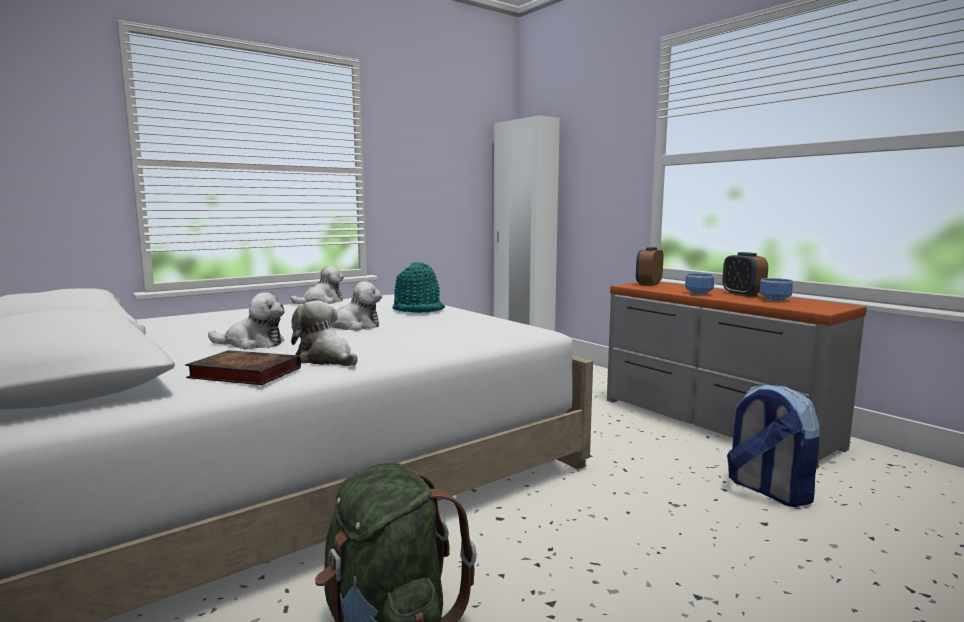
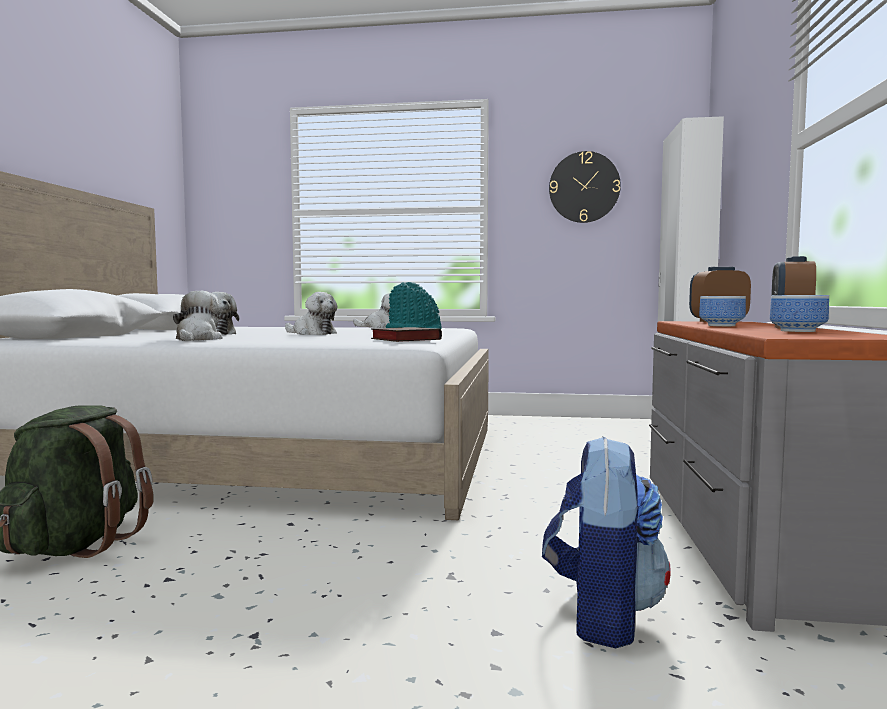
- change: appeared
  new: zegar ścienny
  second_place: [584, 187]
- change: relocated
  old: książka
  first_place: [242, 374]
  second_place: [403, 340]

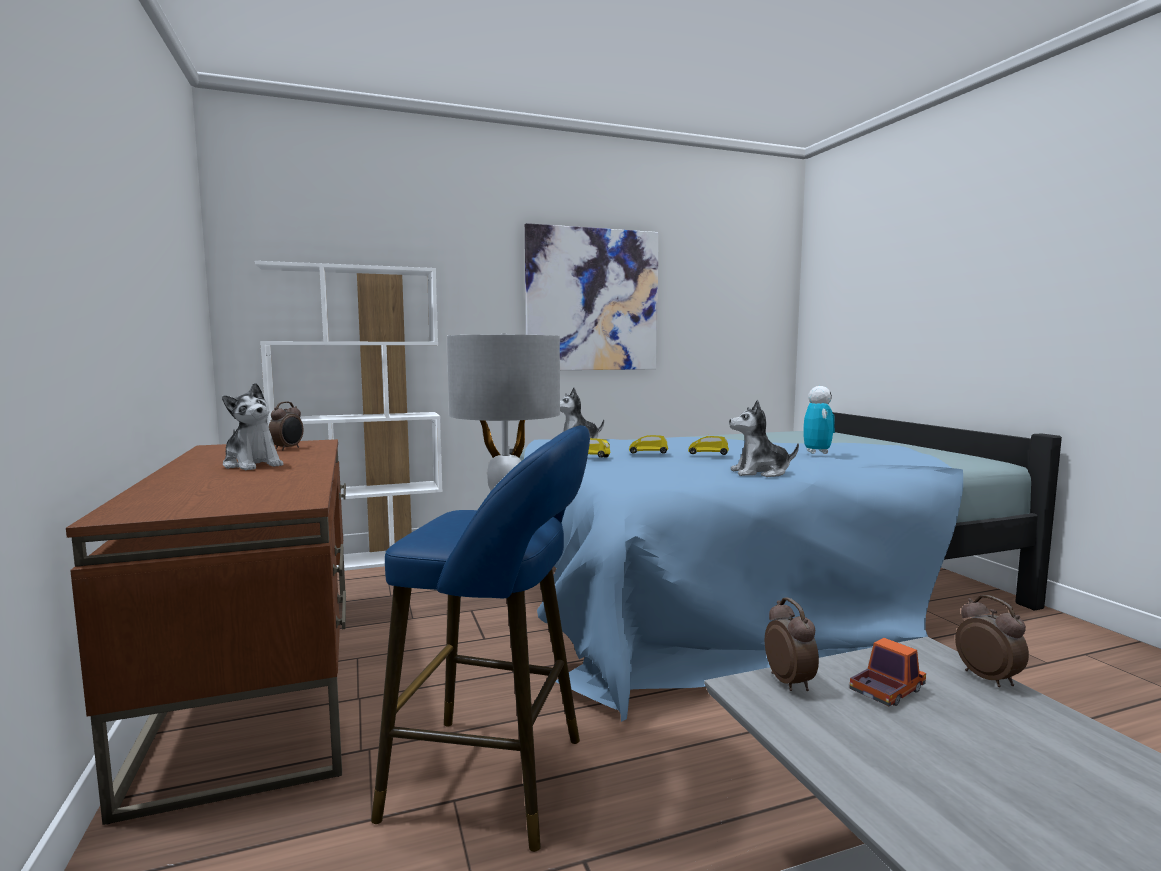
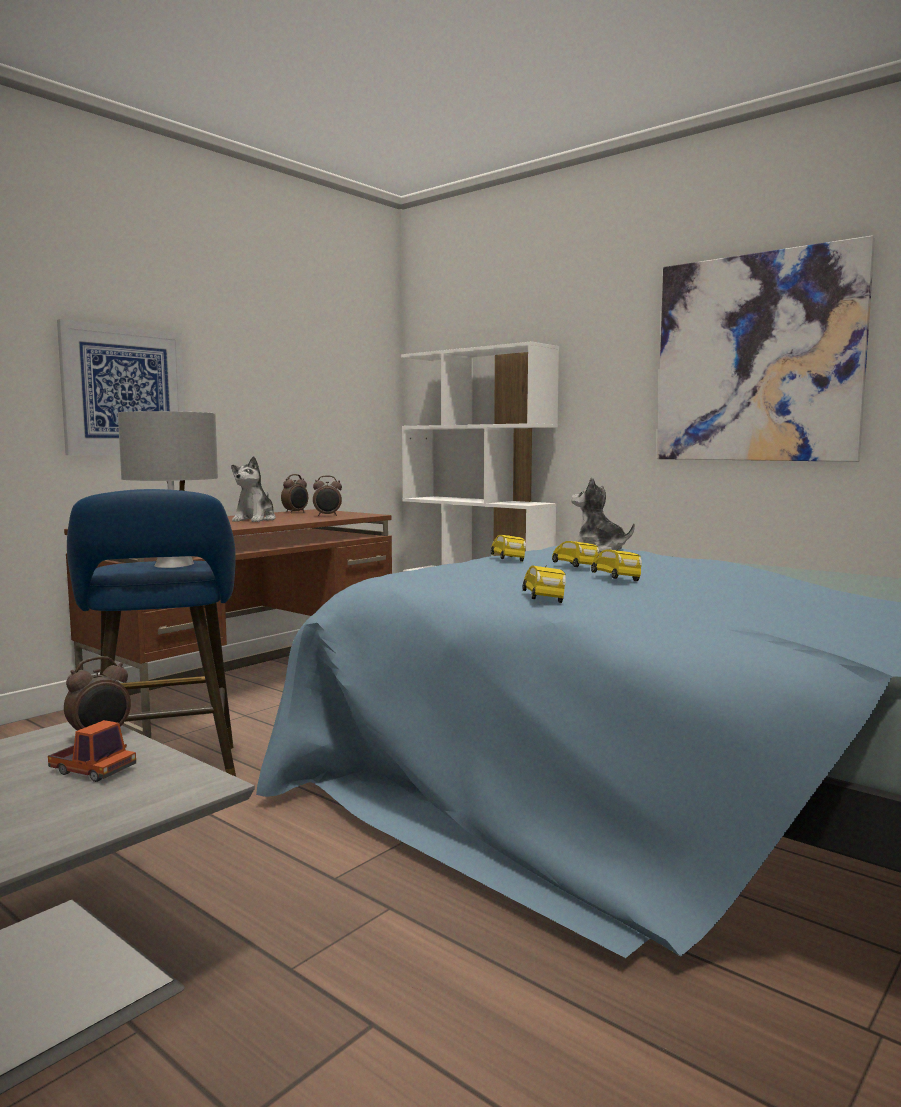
- change: missing
  old: robot zabawkowy
  first_place: [817, 452]
- change: appeared
  new: obraz
  second_place: [124, 391]
- change: relocated
  old: budzik
  first_place: [988, 678]
  second_place: [295, 512]
- change: exchanged
  old: pluszak
  new: samochodzik/żółty
  first_place: [760, 473]
  second_place: [544, 599]

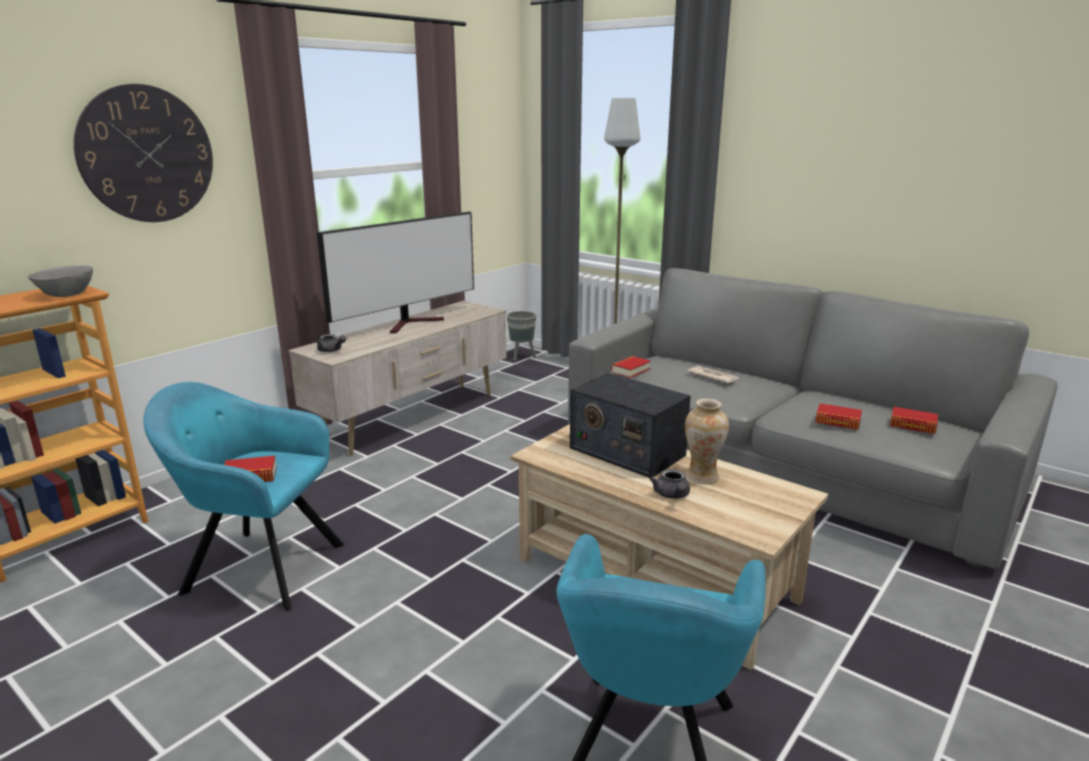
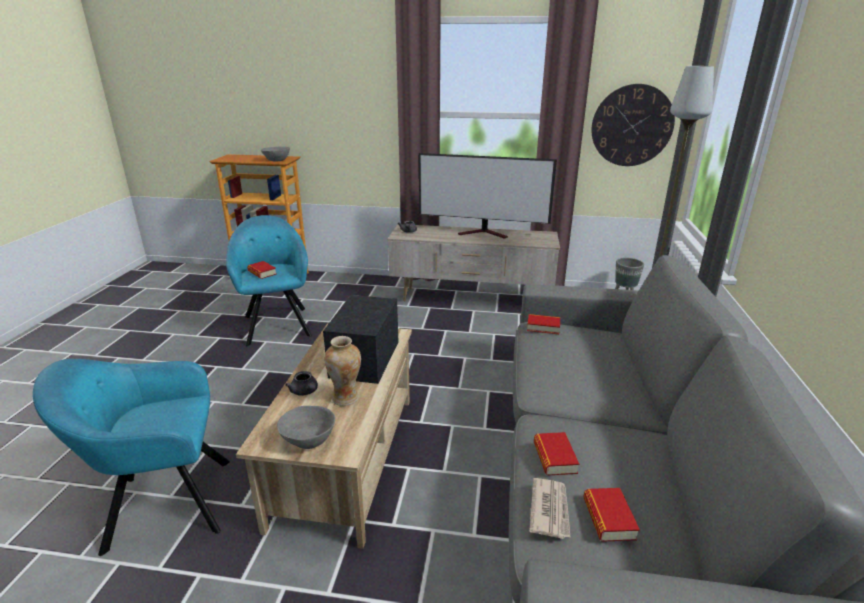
- change: appeared
  new: miska/szary
  second_place: [309, 440]
- change: relocated
  old: zegar ścienny
  first_place: [146, 154]
  second_place: [632, 126]
- change: relocated
  old: gazeta
  first_place: [712, 377]
  second_place: [550, 509]
- change: spun
  old: imbryk/szary
  first_place: [672, 495]
  second_place: [305, 392]
  degrees: -90

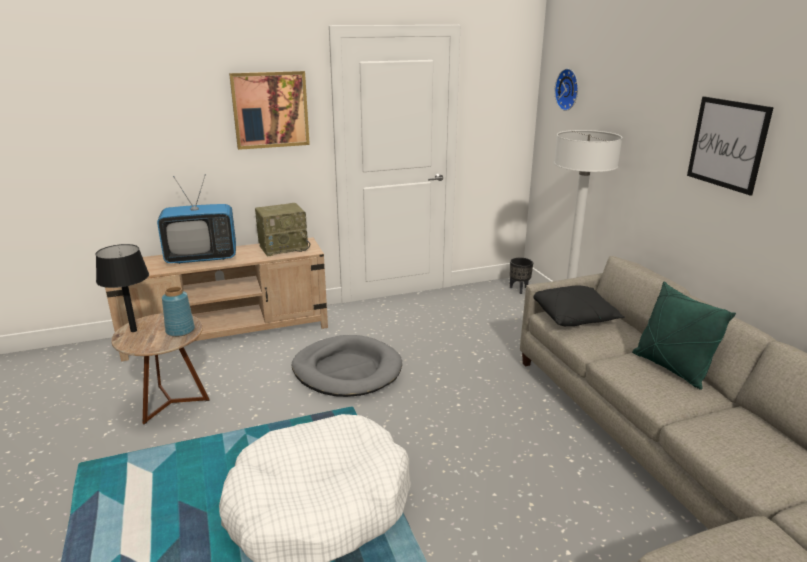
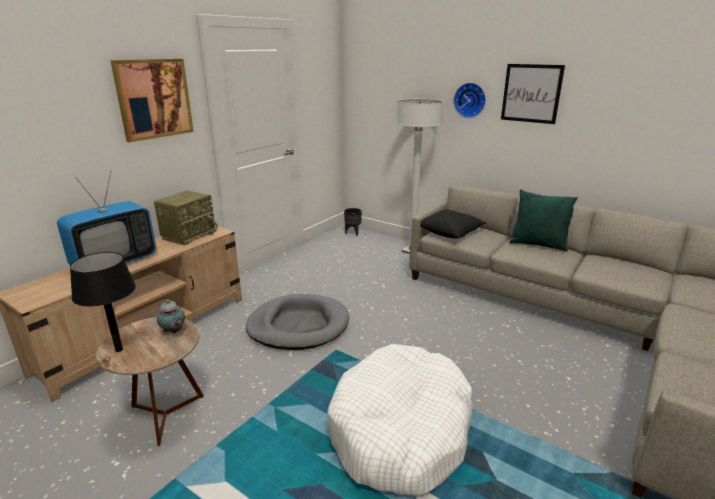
- change: relocated
  old: zegar ścienny
  first_place: [569, 89]
  second_place: [470, 100]
- change: exchanged
  old: wazon/niebieski
  new: imbryk
  first_place: [180, 330]
  second_place: [173, 332]

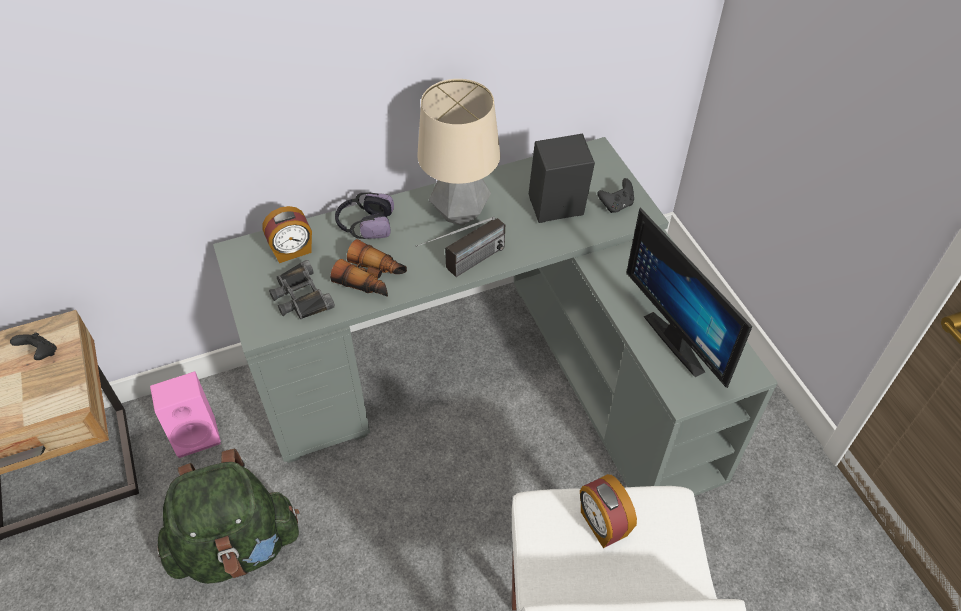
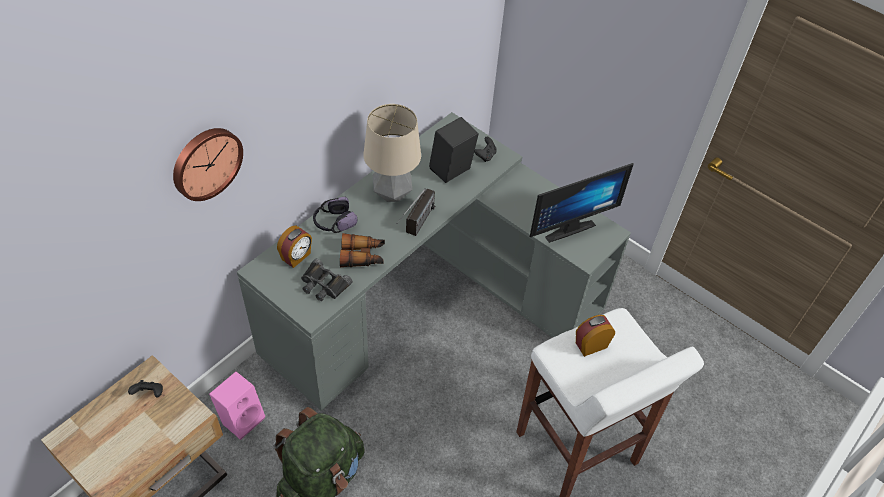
- change: appeared
  new: zegar ścienny
  second_place: [205, 162]
- change: spun
  old: budzik
  first_place: [602, 524]
  second_place: [590, 344]
  degrees: 120
- change: spun
  old: monitor
  first_place: [681, 339]
  second_place: [567, 226]
  degrees: -60

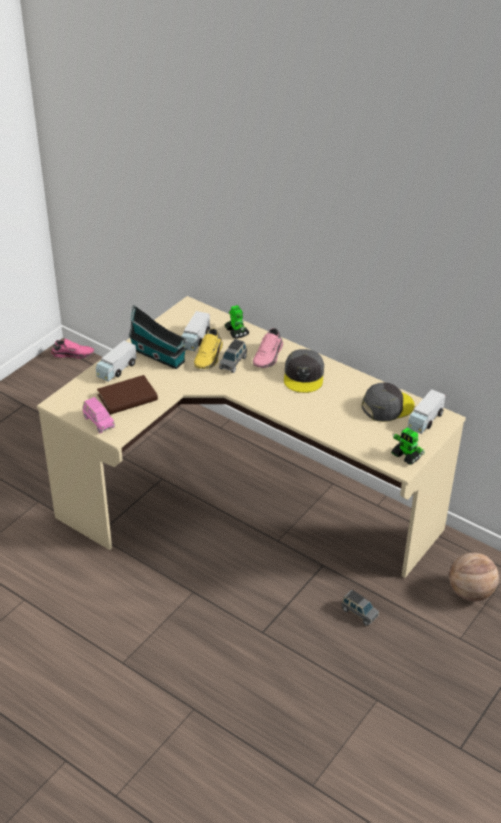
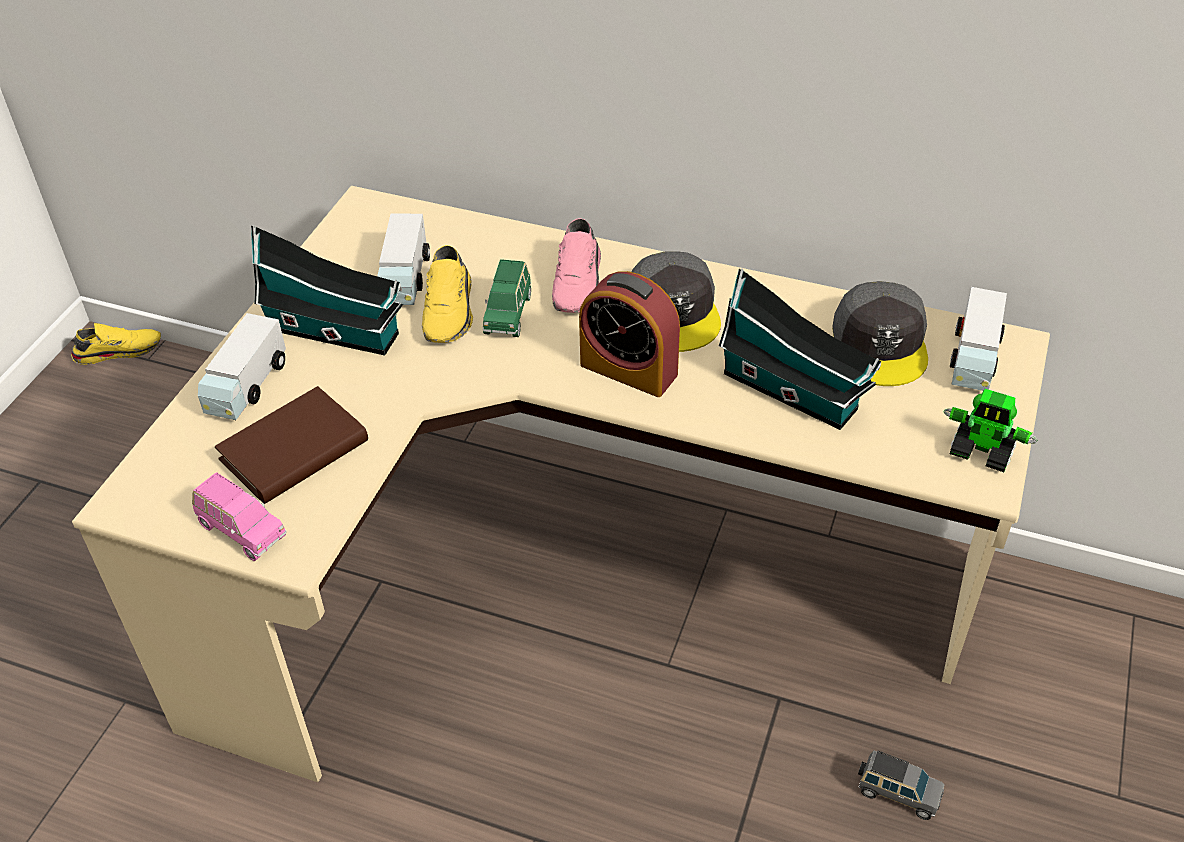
- change: missing
  old: robot zabawkowy
  first_place: [236, 331]
- change: missing
  old: piłka do koszykówki
  first_place: [470, 592]
- change: appeared
  new: budzik
  second_place: [628, 369]
- change: appeared
  new: domek
  second_place: [794, 393]
- change: colour
  old: but/różowy
  new: but/żółty
  first_place: [73, 354]
  second_place: [119, 350]
- change: colour
  old: samochodzik/szary
  new: samochodzik/zielony
  first_place: [233, 363]
  second_place: [508, 314]
- change: spun
  old: czapka z daszkiem/szary
  first_place: [387, 406]
  second_place: [880, 344]
  degrees: 135

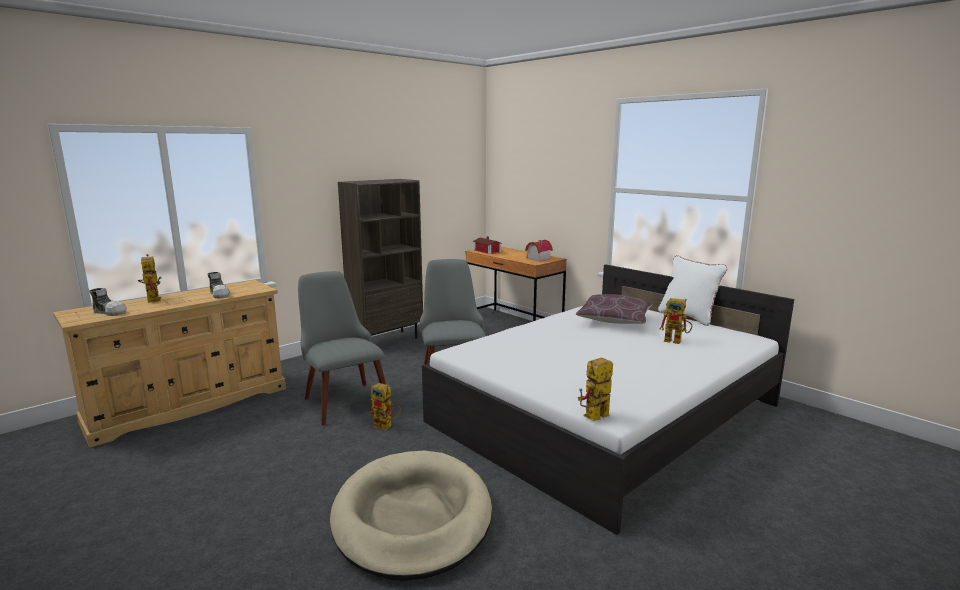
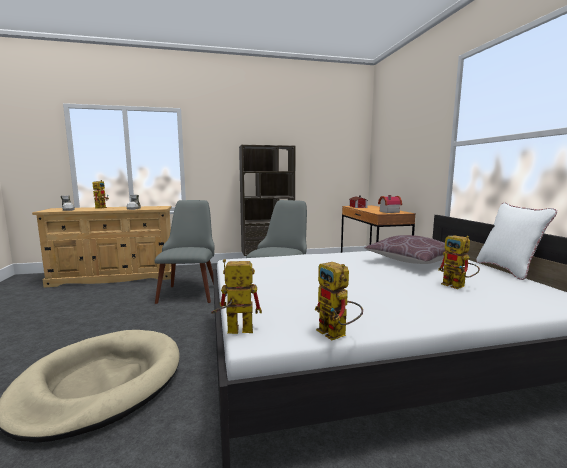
- change: relocated
  old: robot zabawkowy
  first_place: [386, 426]
  second_place: [337, 334]

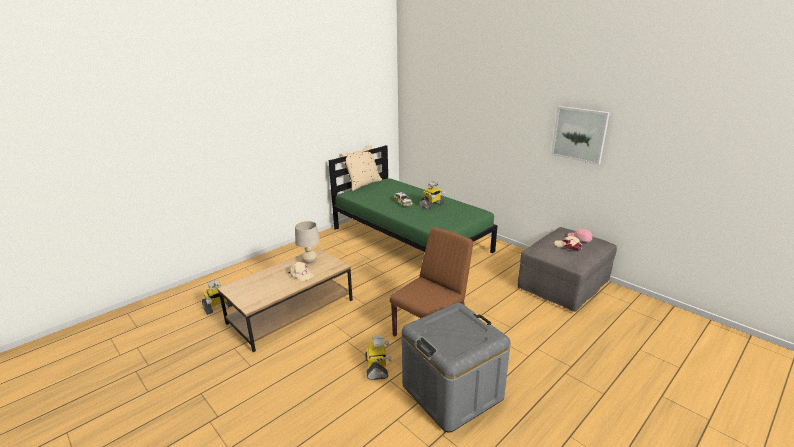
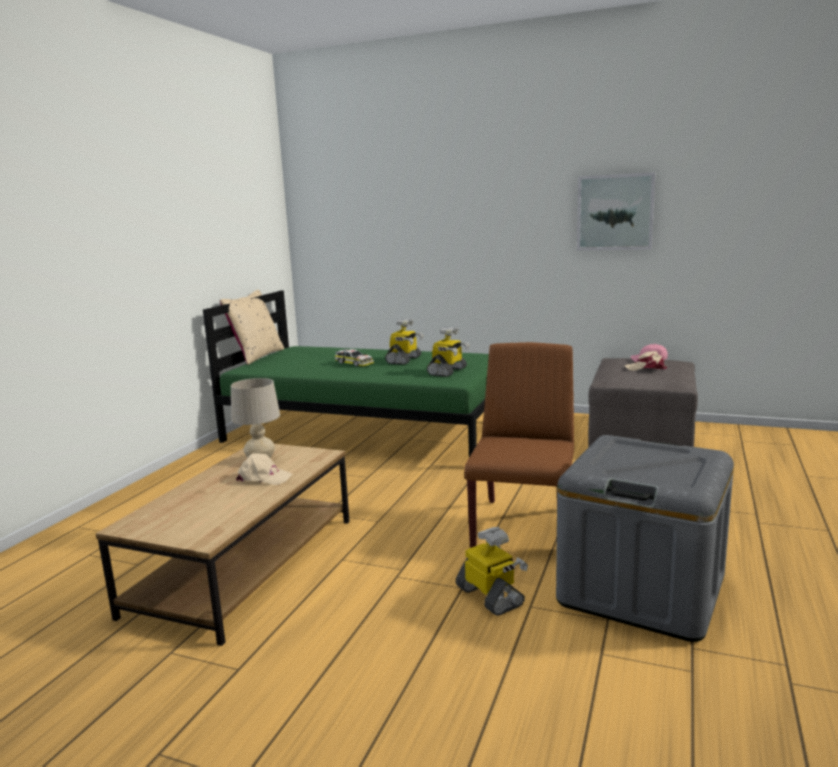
- change: relocated
  old: robot zabawkowy
  first_place: [218, 307]
  second_place: [448, 371]

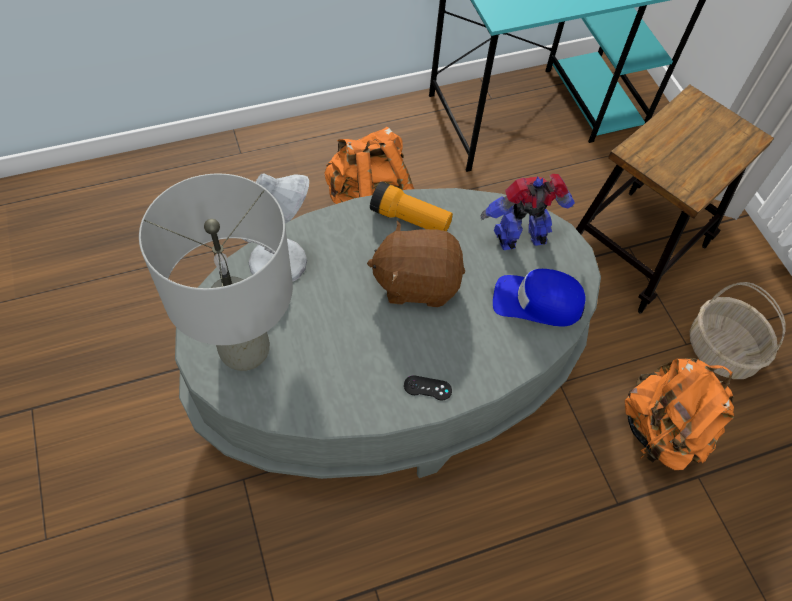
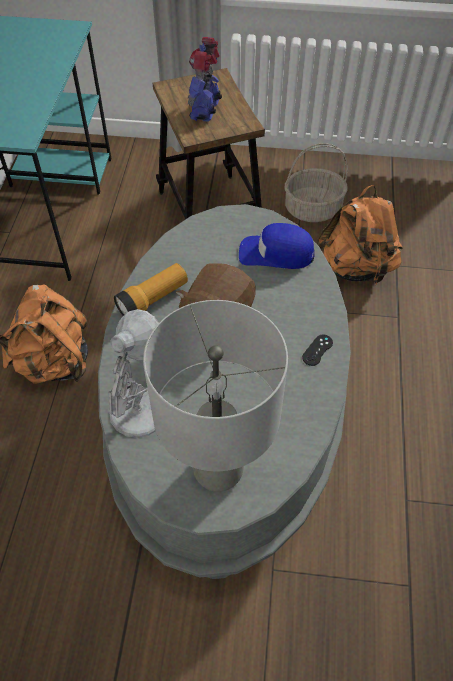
- change: relocated
  old: robot zabawkowy
  first_place: [521, 238]
  second_place: [206, 110]
- change: spun
  old: czapka z daszkiem/niebieski
  first_place: [537, 302]
  second_place: [276, 253]
  degrees: 60

